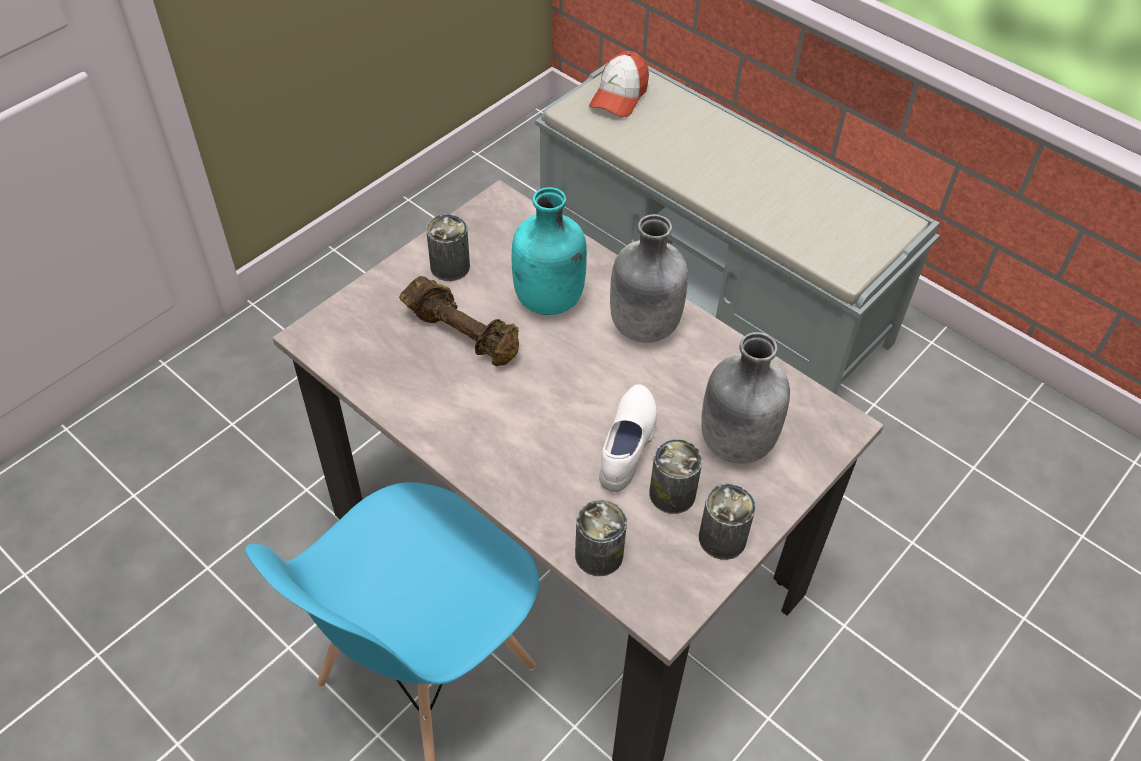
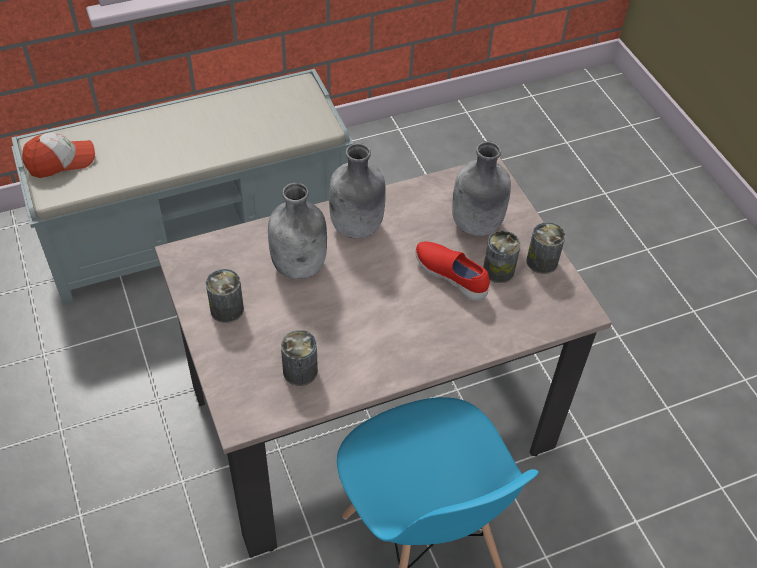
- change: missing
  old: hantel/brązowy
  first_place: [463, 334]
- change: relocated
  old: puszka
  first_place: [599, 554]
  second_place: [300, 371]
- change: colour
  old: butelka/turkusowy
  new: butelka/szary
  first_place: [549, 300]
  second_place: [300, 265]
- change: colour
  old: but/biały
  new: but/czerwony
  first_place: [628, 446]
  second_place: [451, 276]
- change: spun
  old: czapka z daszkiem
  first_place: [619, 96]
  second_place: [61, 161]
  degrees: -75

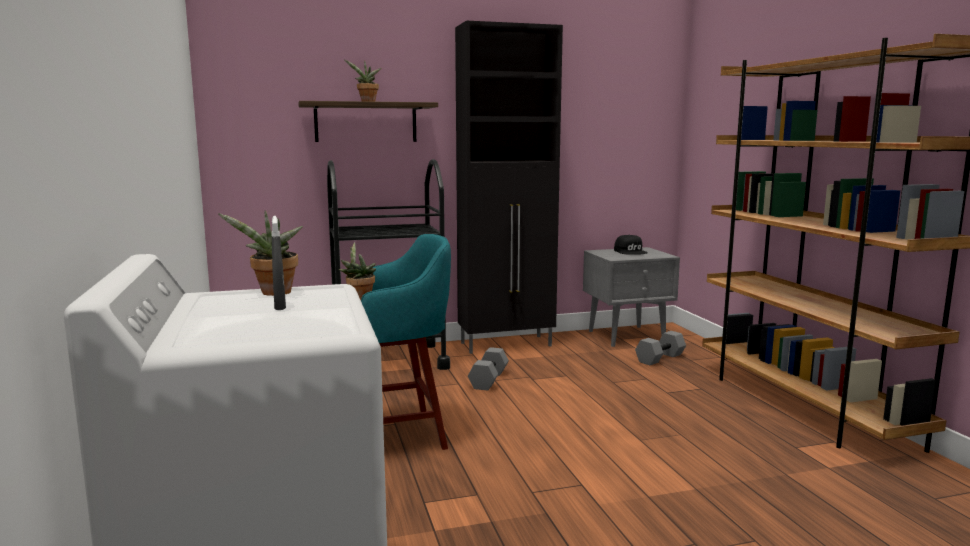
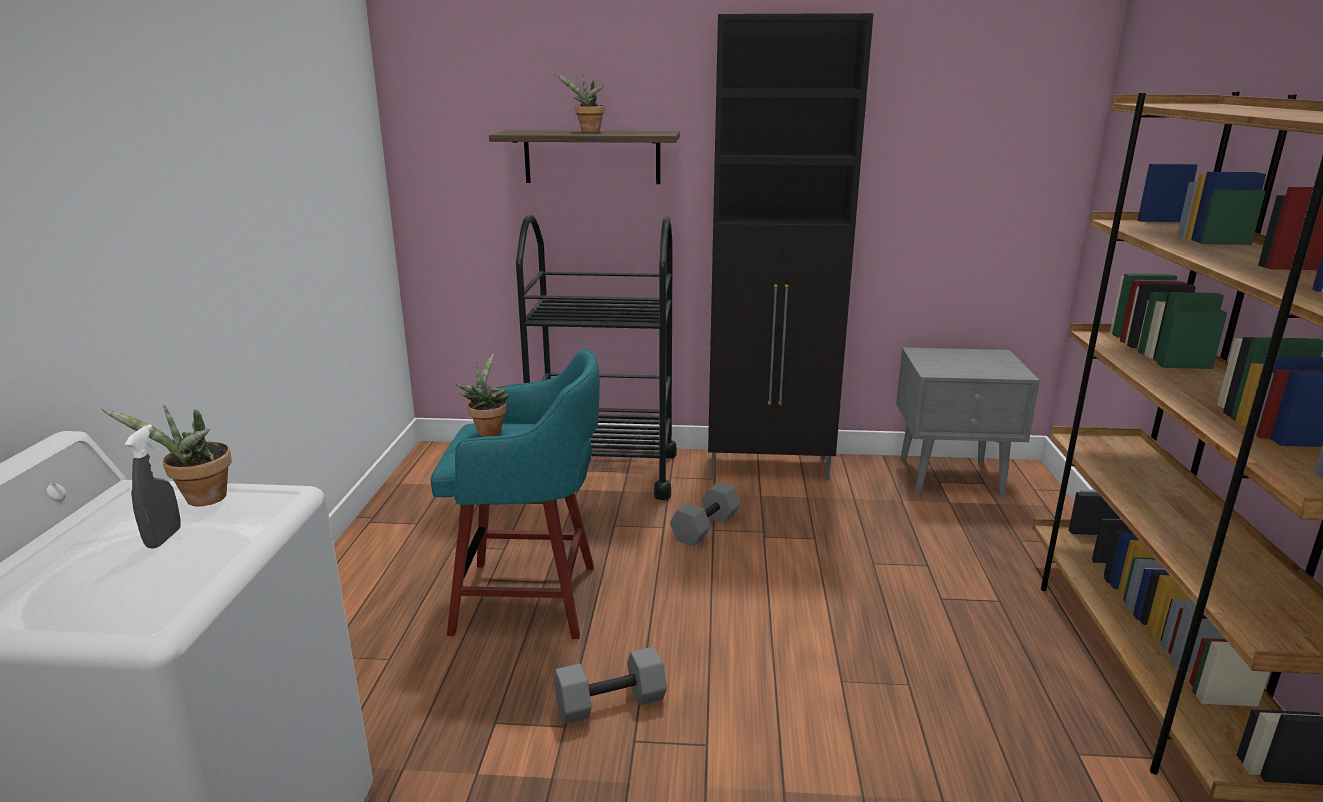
- change: missing
  old: czapka z daszkiem/czarny
  first_place: [631, 251]
- change: relocated
  old: hantel/szary
  first_place: [659, 358]
  second_place: [611, 701]

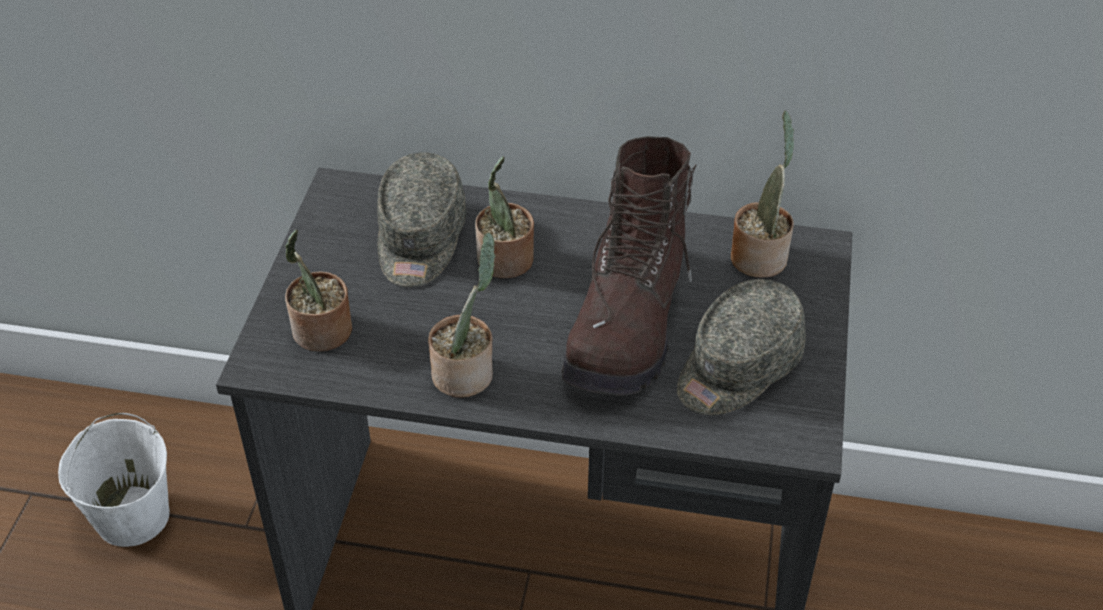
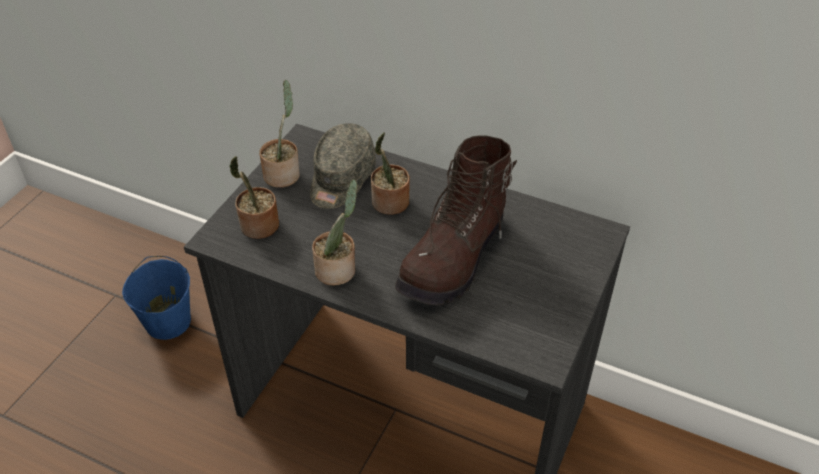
- change: missing
  old: czapka z daszkiem/szary
  first_place: [736, 368]
- change: relocated
  old: roślina doniczkowa
  first_place: [760, 255]
  second_place: [283, 174]
- change: colour
  old: wiadro/biały
  new: wiadro/niebieski
  first_place: [132, 516]
  second_place: [168, 321]

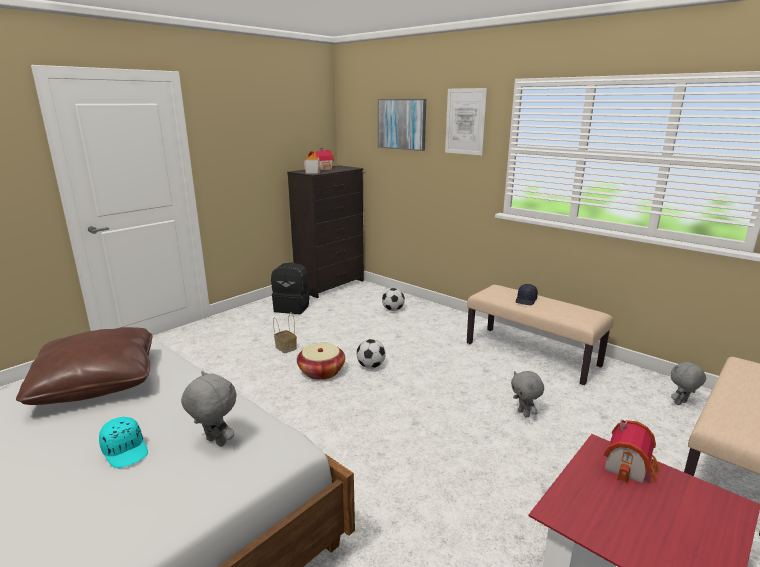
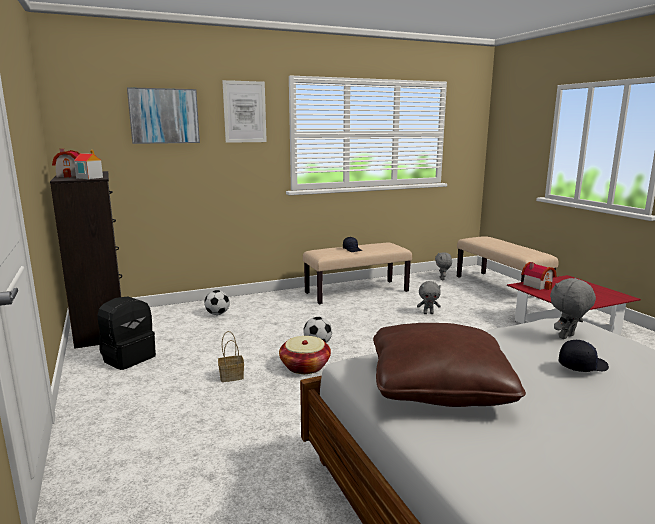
- change: colour
  old: czapka z daszkiem/turkusowy
  new: czapka z daszkiem/czarny
  first_place: [126, 450]
  second_place: [582, 365]

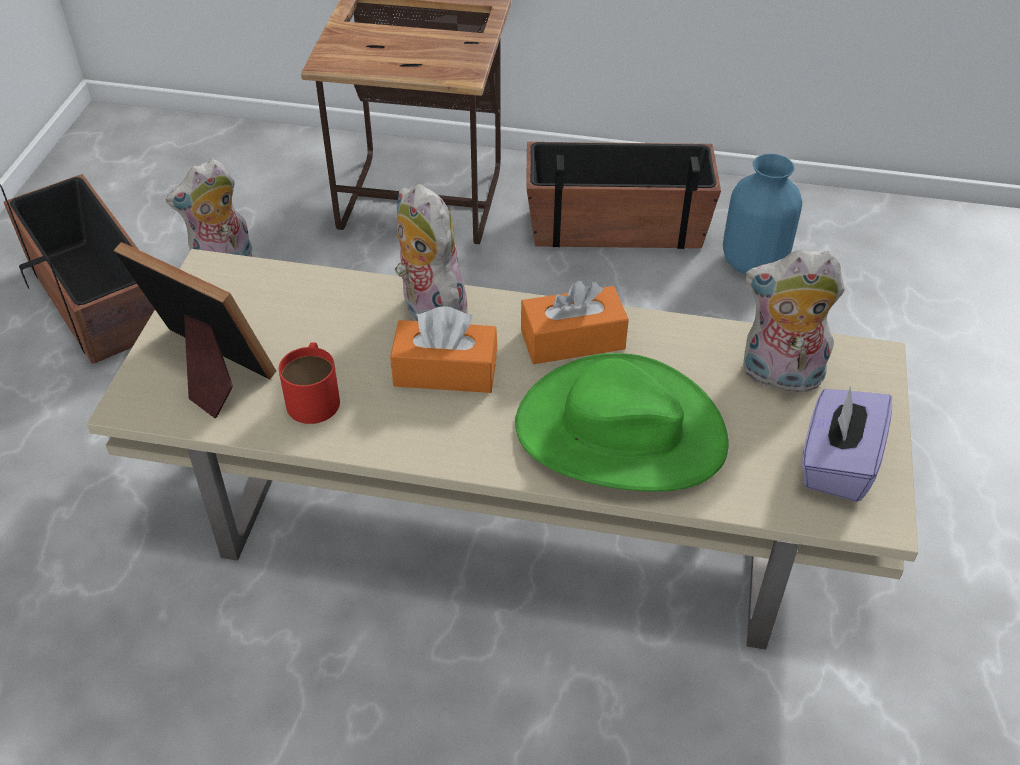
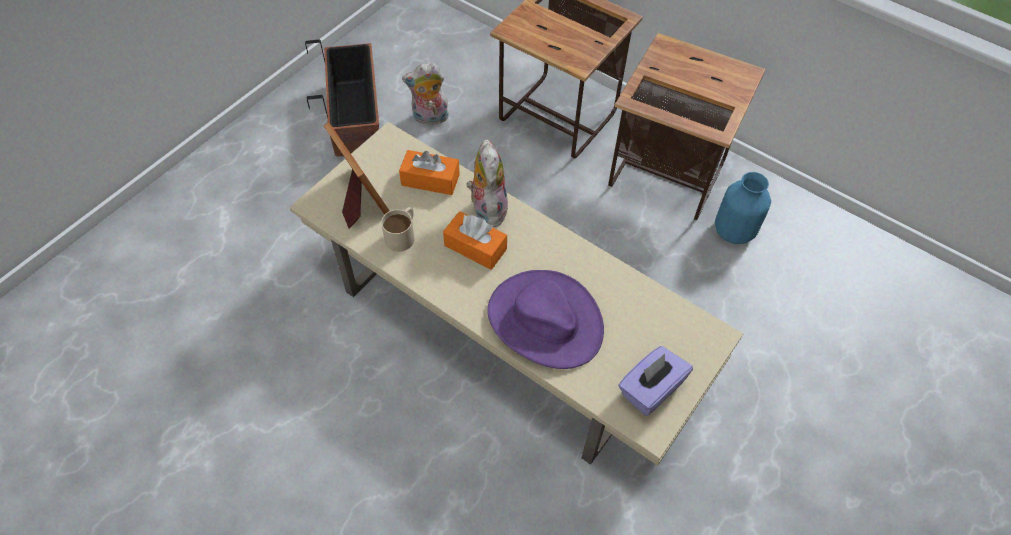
- change: missing
  old: pluszak
  first_place: [779, 376]
- change: relocated
  old: pudełko chusteczek/pomarańczowy
  first_place: [572, 340]
  second_place: [430, 180]
- change: exchanged
  old: donica
  new: stolik
  first_place: [616, 226]
  second_place: [664, 175]
- change: colour
  old: kubek/czerwony
  new: kubek/beżowy
  first_place: [314, 395]
  second_place: [403, 234]
- change: colour
  old: kapelusz/zielony
  new: kapelusz/fioletowy
  first_place: [620, 432]
  second_place: [544, 321]

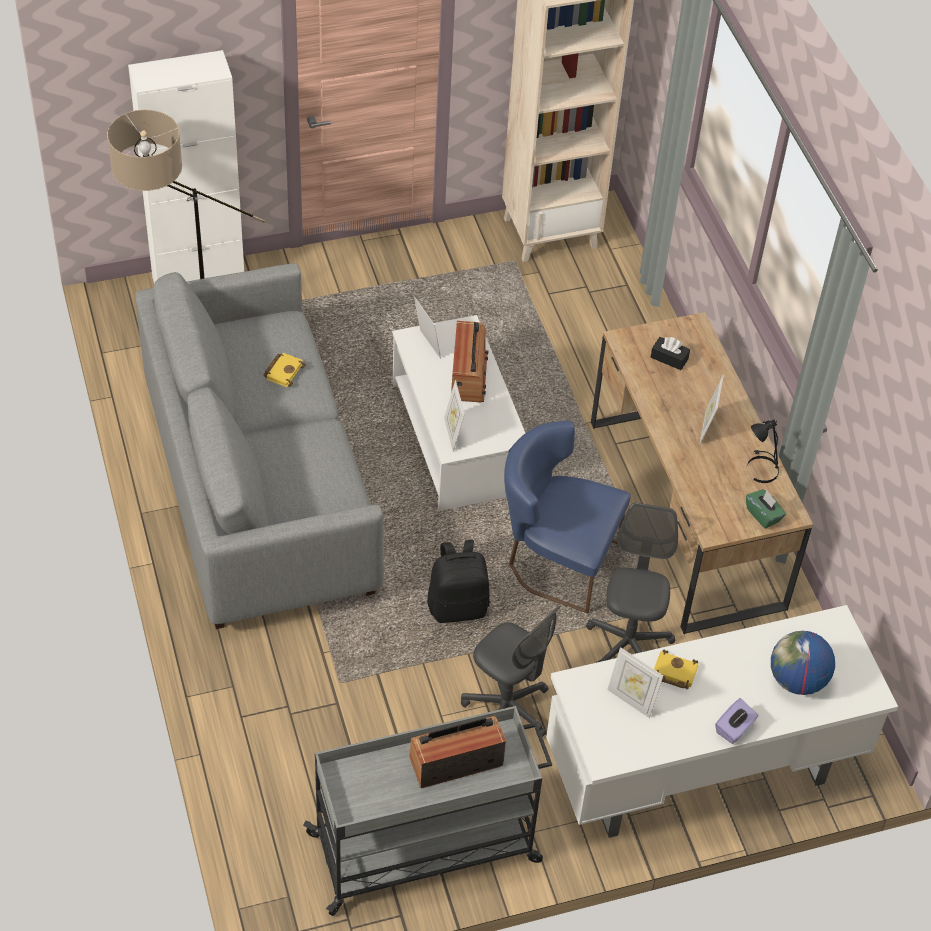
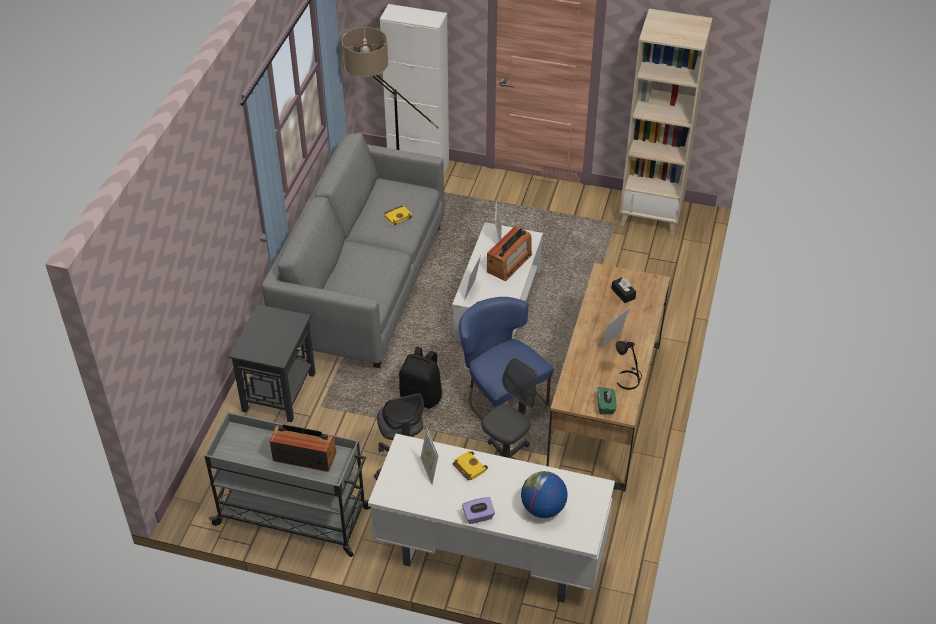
- change: appeared
  new: stolik/czarny
  second_place: [279, 391]

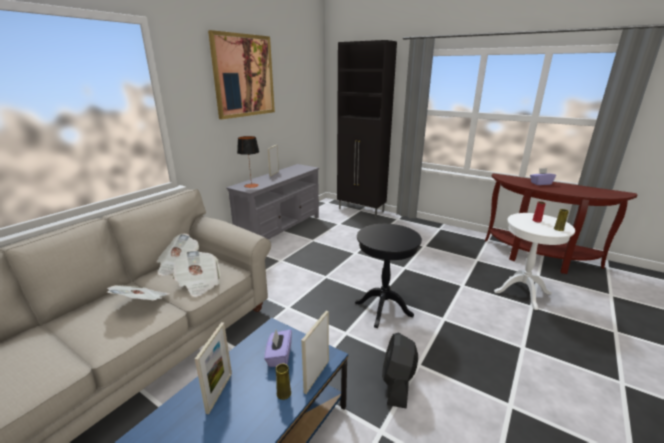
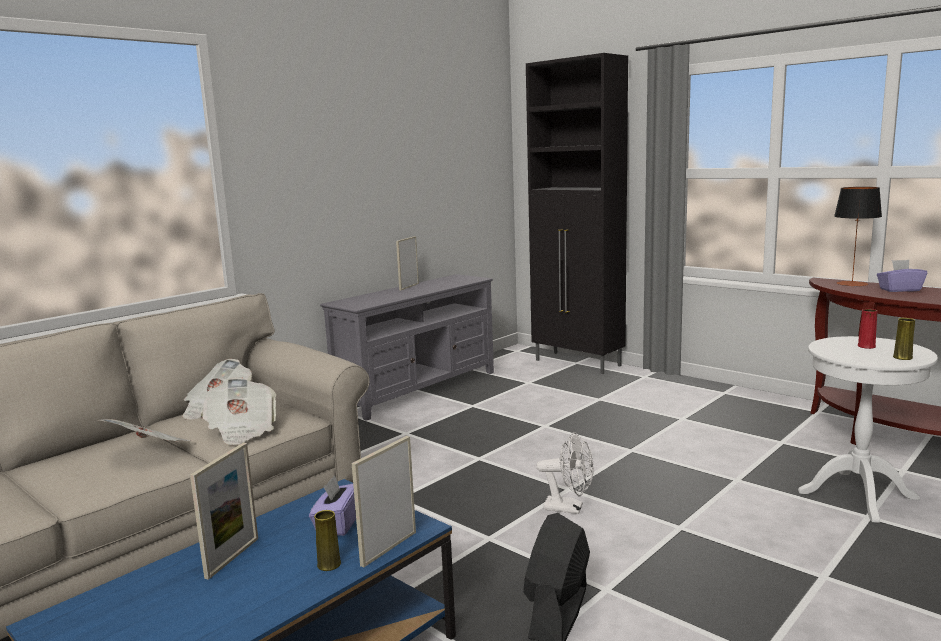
- change: missing
  old: obraz
  first_place: [244, 76]
- change: relocated
  old: lampa stołowa
  first_place: [251, 185]
  second_place: [852, 284]
- change: exchanged
  old: stolik/czarny
  new: wentylator/biały
  first_place: [383, 309]
  second_place: [569, 508]

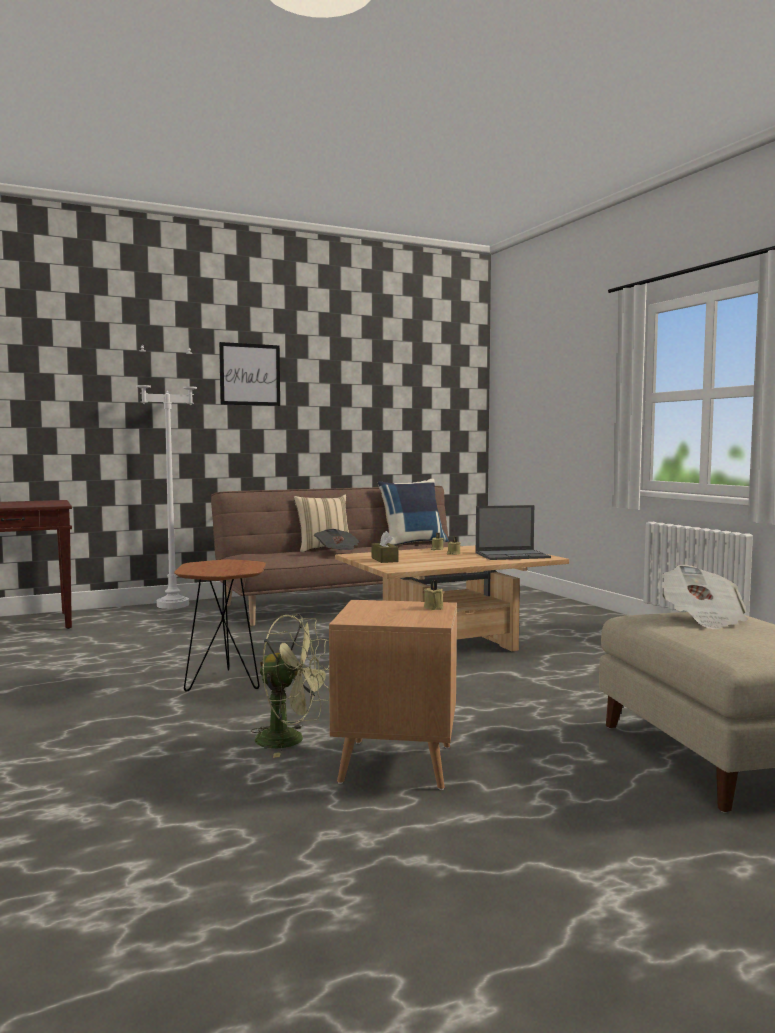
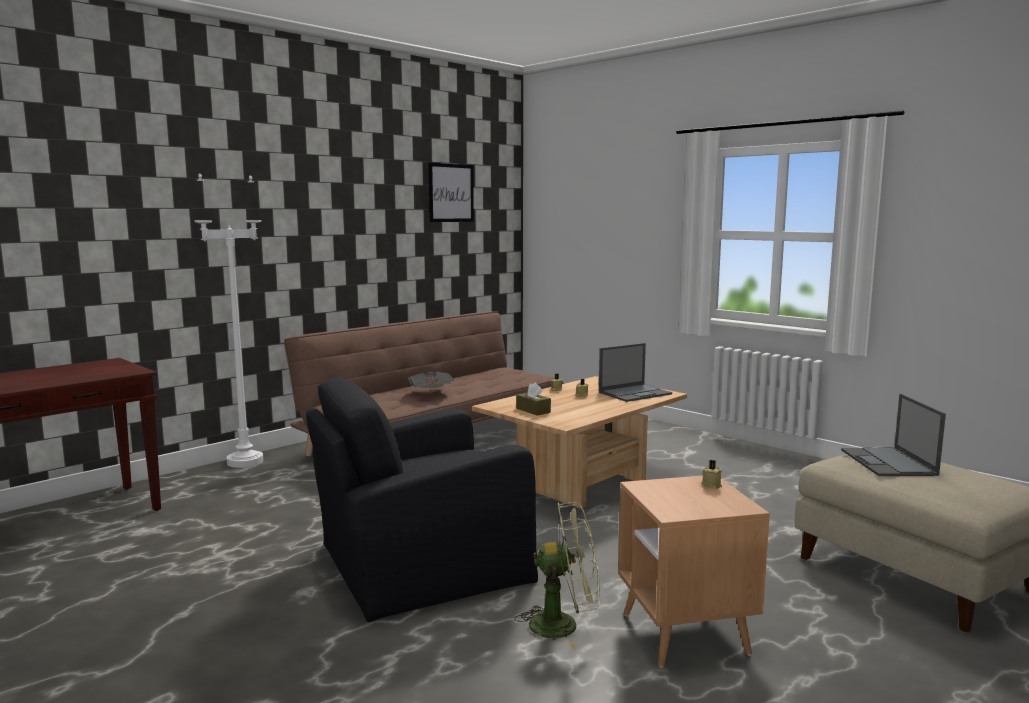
- change: missing
  old: poduszka/beżowy
  first_place: [323, 549]
- change: missing
  old: poduszka/niebieski
  first_place: [412, 543]
- change: relocated
  old: obraz
  first_place: [250, 374]
  second_place: [451, 193]
- change: exchanged
  old: stolik/brązowy
  new: fotel/czarny
  first_place: [223, 684]
  second_place: [420, 563]
- change: exchanged
  old: gazeta
  new: laptop
  first_place: [702, 619]
  second_place: [889, 463]

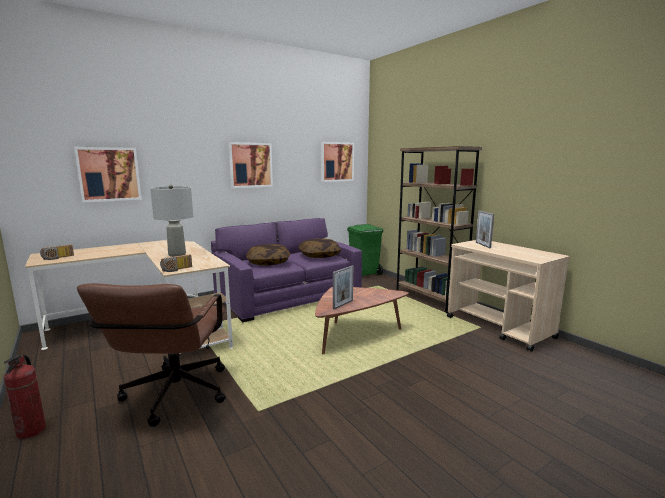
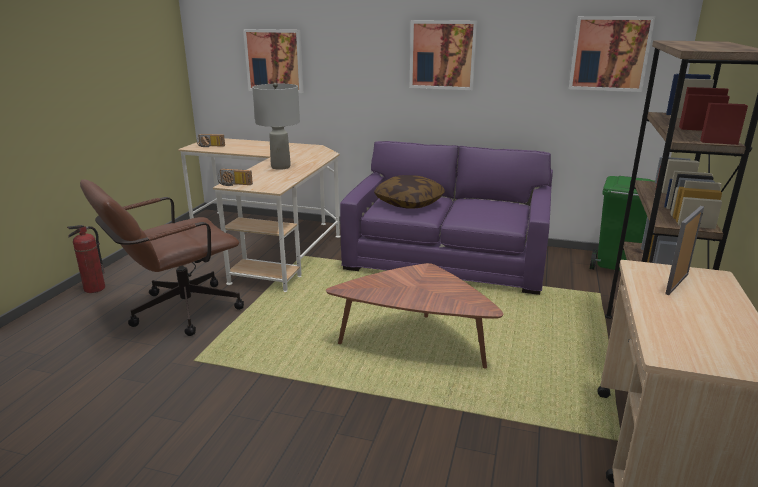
- change: missing
  old: poduszka
  first_place: [319, 255]
- change: missing
  old: ramka na zdjęcie
  first_place: [343, 304]

